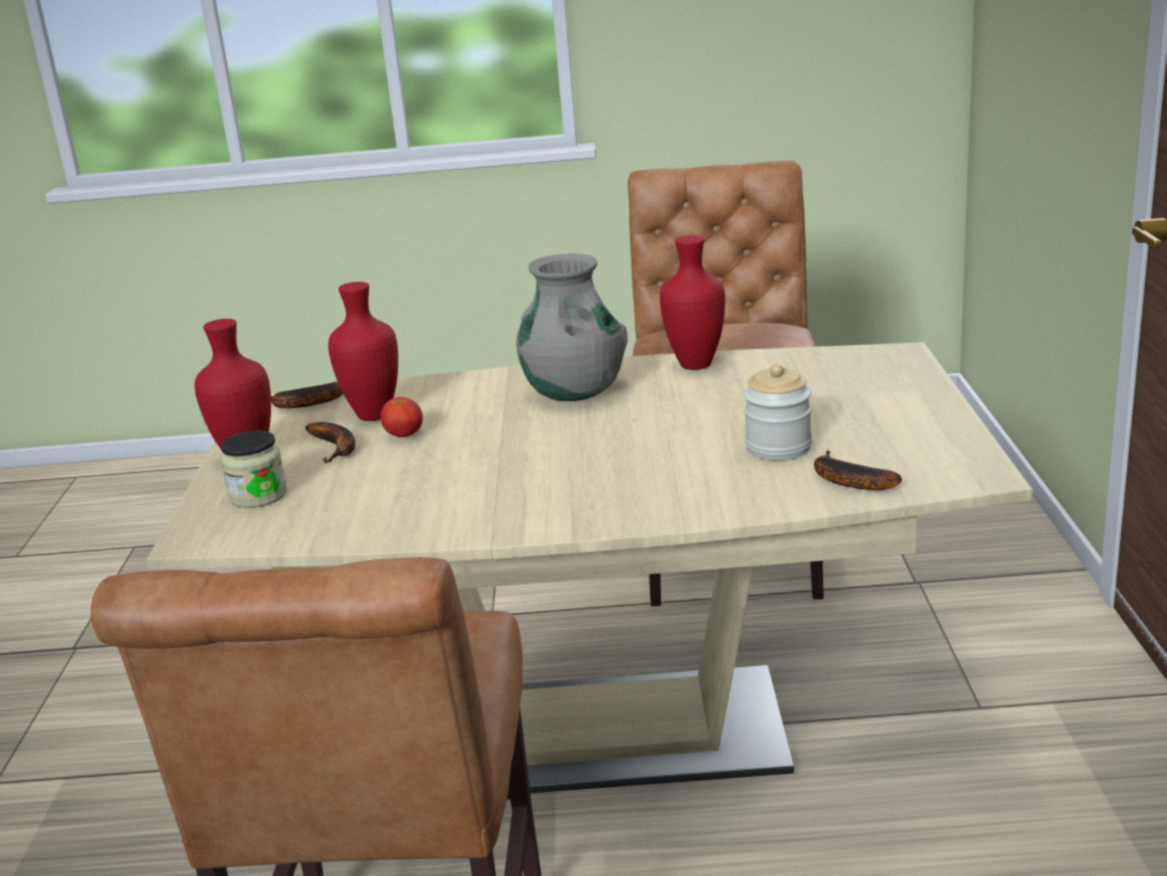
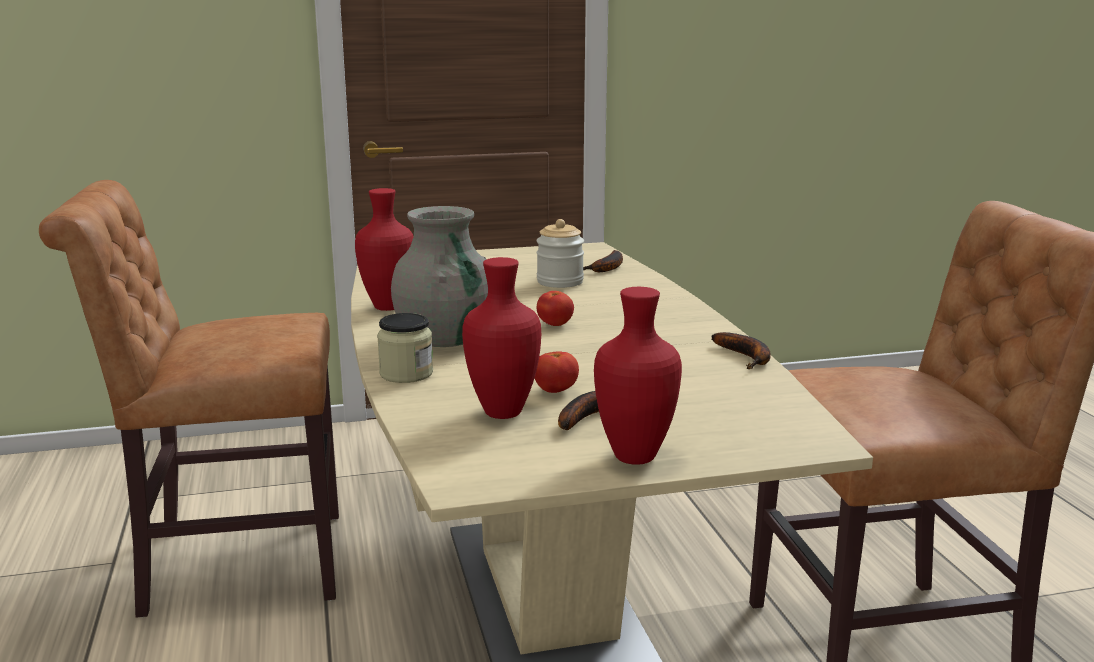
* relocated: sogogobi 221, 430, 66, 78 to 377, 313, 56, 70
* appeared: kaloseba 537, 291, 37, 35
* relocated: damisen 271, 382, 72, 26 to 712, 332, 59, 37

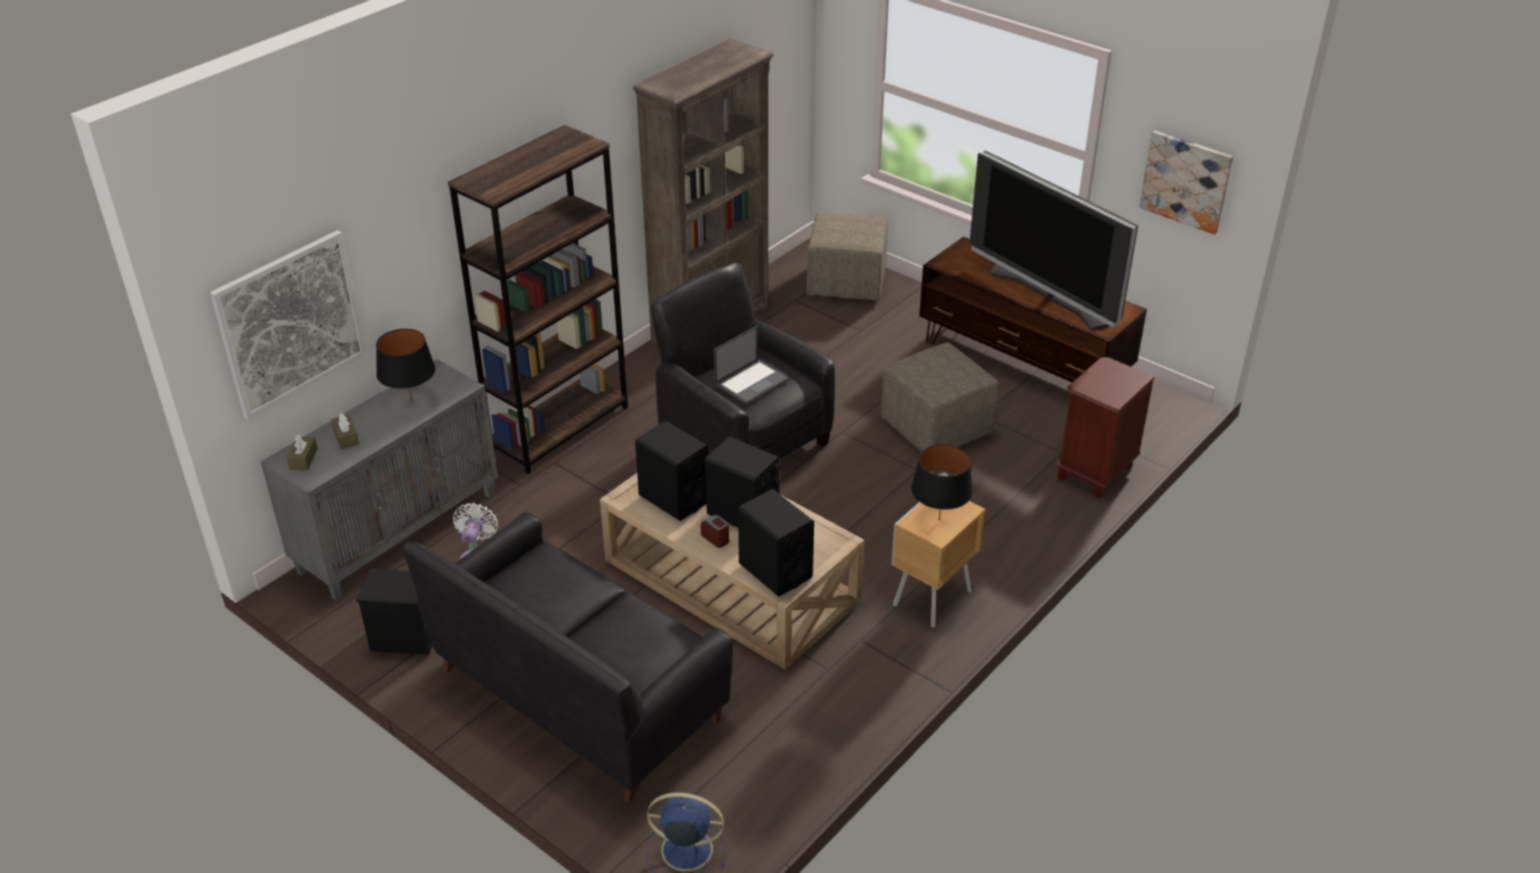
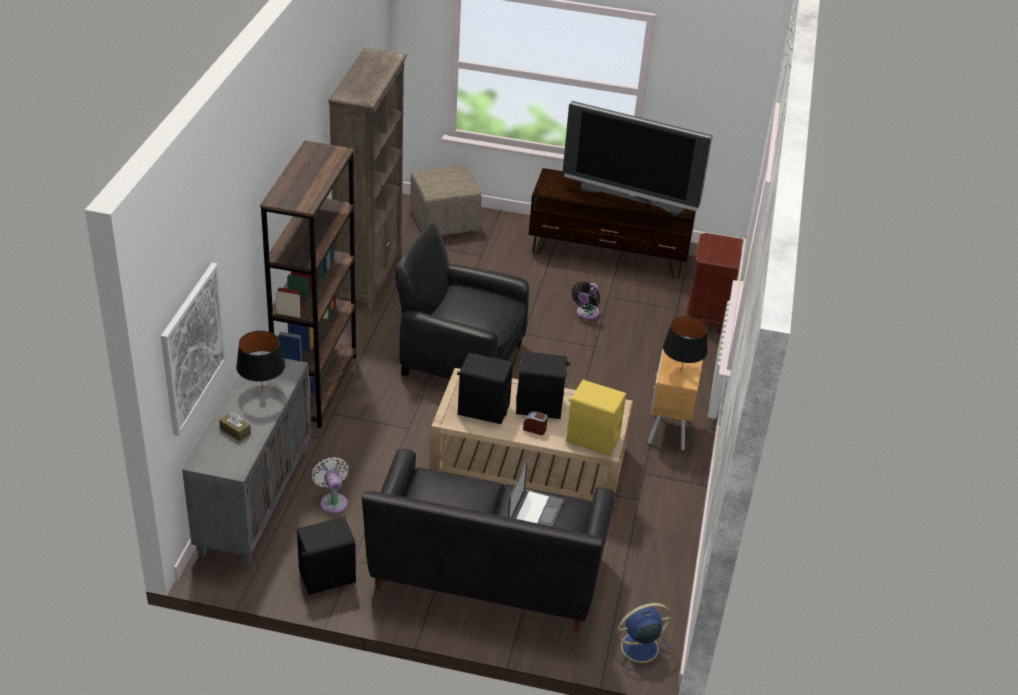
* relocated: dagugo 714, 326, 75, 79 to 508, 461, 56, 65
* colour: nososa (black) 738, 489, 76, 107 to nososa (yellow) 566, 380, 60, 75
* exchanged: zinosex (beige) 881, 342, 117, 110 to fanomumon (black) 572, 282, 28, 37
* missing: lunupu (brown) 287, 435, 31, 35
* missing: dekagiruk 1139, 131, 94, 104

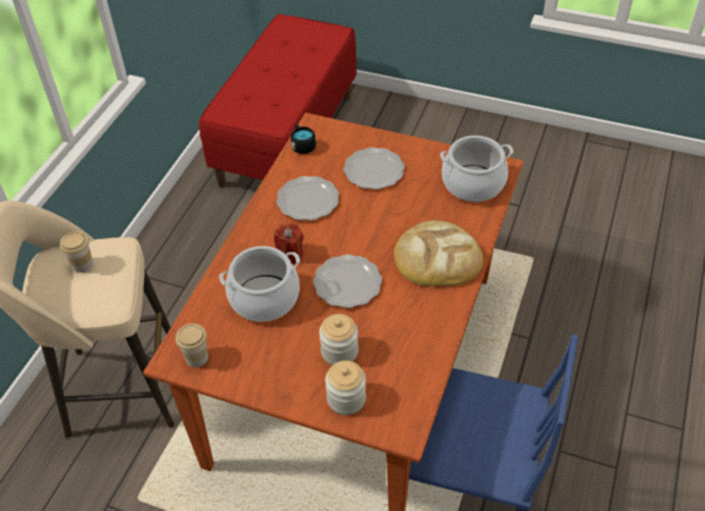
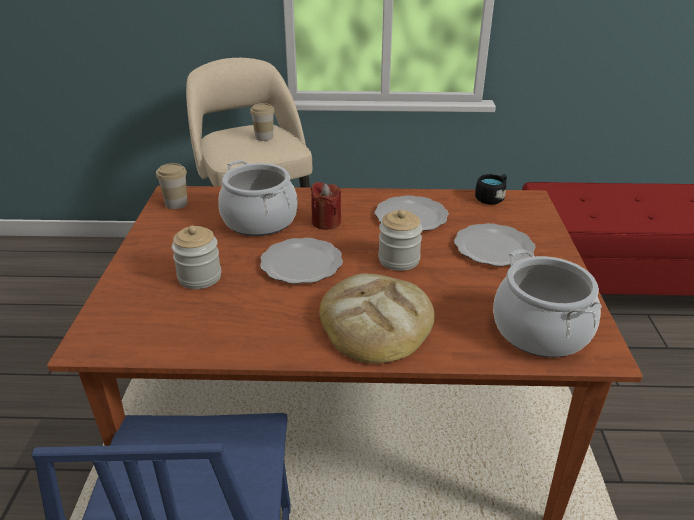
* relocated: sogogobi 325, 360, 41, 55 to 378, 209, 45, 62

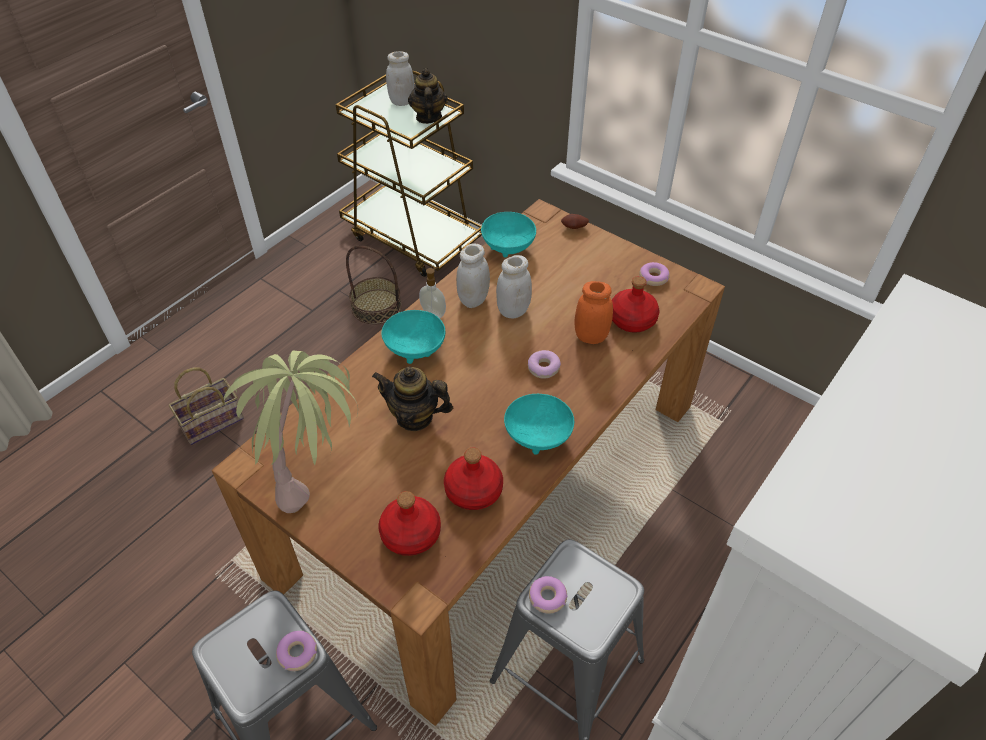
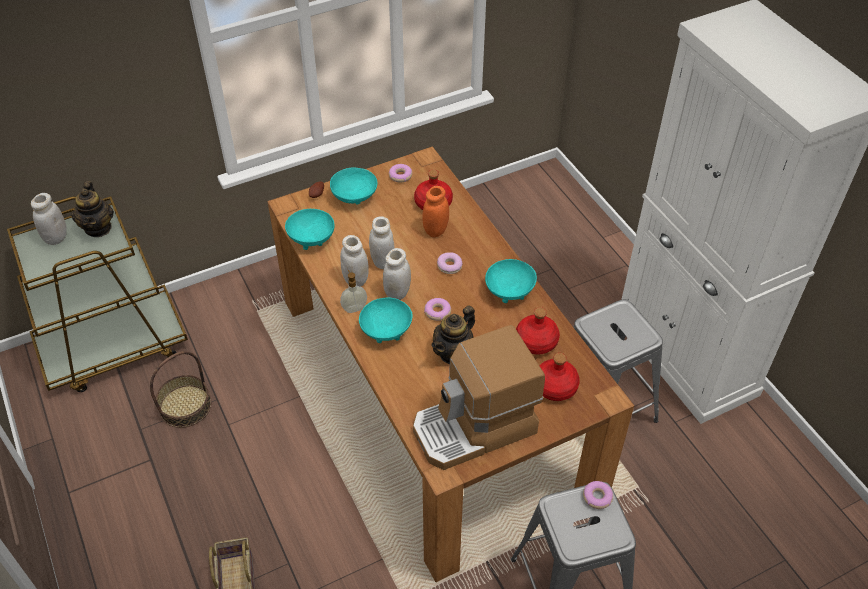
* spun: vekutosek 408, 68, 40, 56 = 72, 181, 42, 56 120 degrees counterclockwise
* appeared: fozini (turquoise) 330, 168, 47, 37
* appeared: sogogobi (white) 383, 248, 28, 52
* exchanged: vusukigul 224, 351, 134, 162 to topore 413, 325, 132, 145
* relocated: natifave 529, 576, 38, 38 to 424, 298, 27, 23

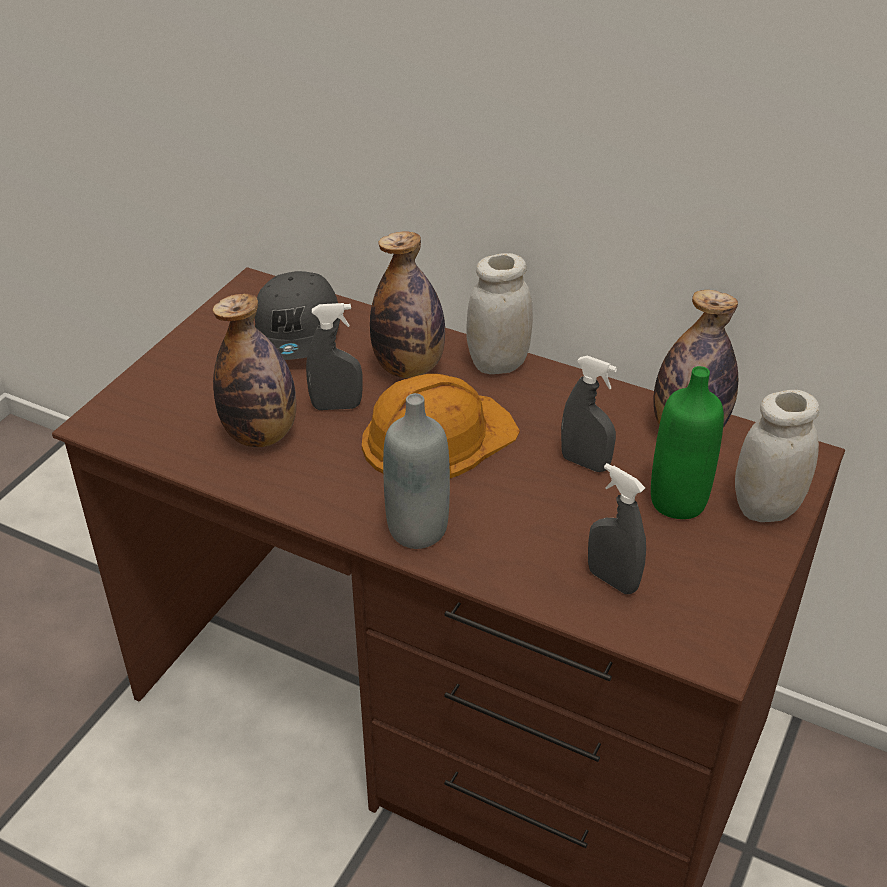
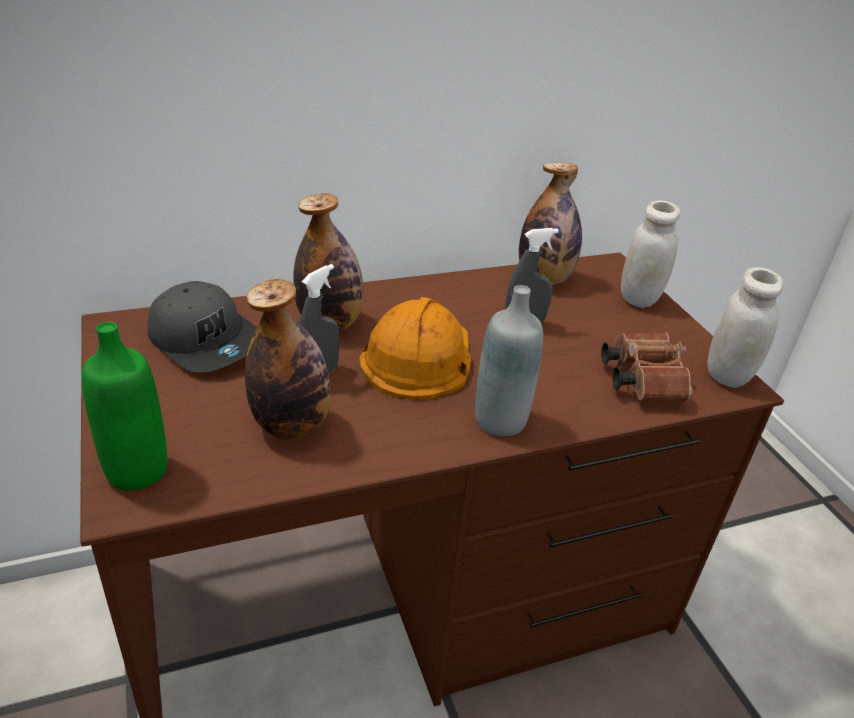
* relocated: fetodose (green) 651, 366, 73, 153 to 81, 322, 86, 169
* exchanged: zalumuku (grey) 588, 463, 58, 131 to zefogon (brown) 601, 333, 92, 69
* relocated: sogogobi (white) 466, 253, 67, 121 to 707, 267, 76, 121

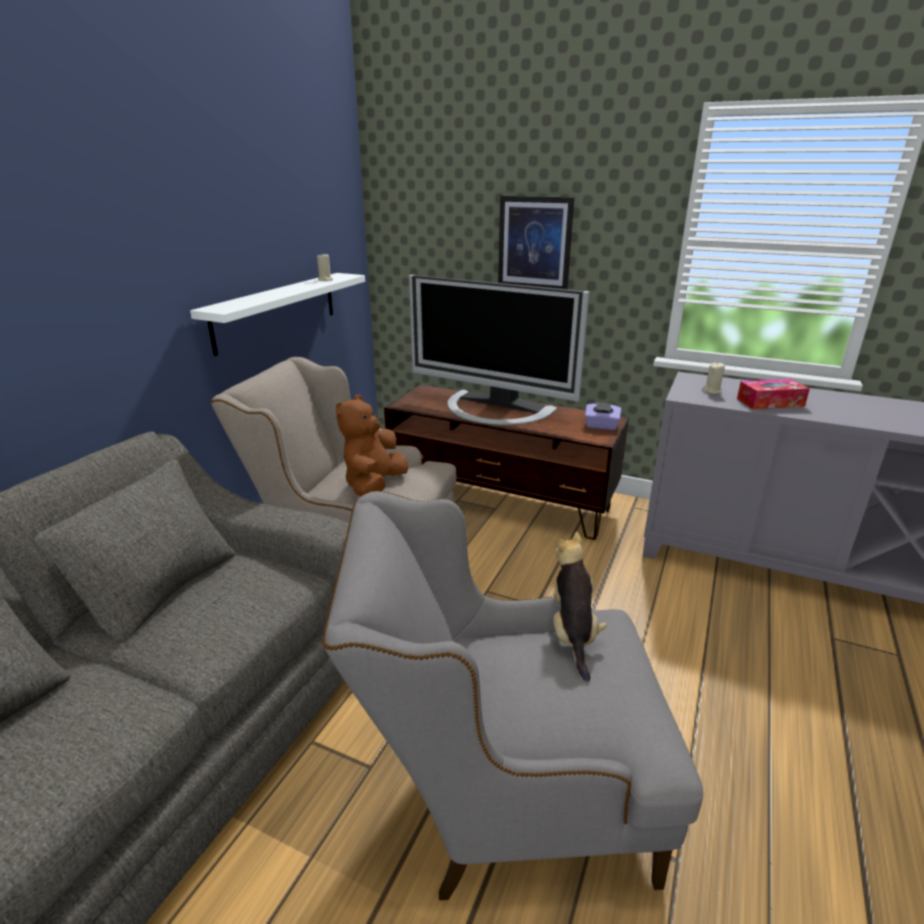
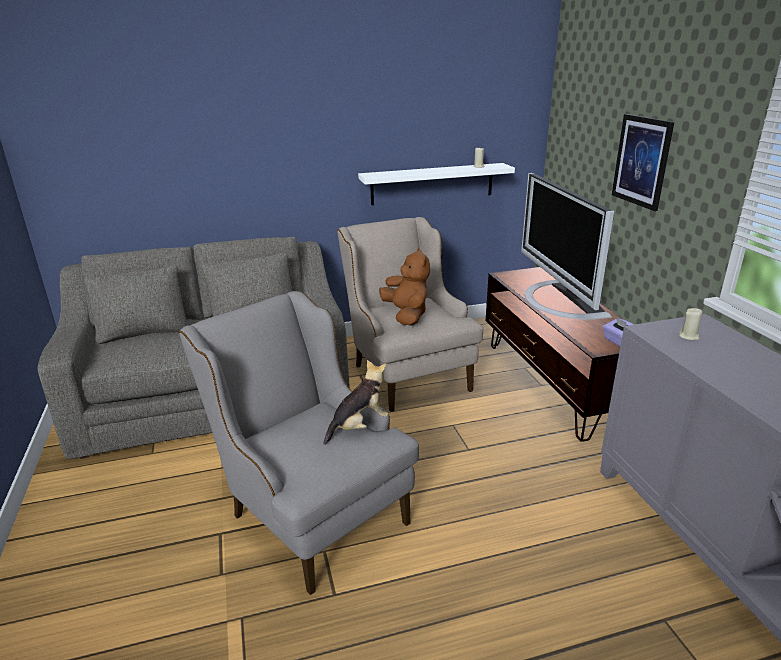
* spun: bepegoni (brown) 336, 395, 72, 102 = 379, 248, 51, 78 90 degrees clockwise
* missing: lunupu 737, 379, 73, 30

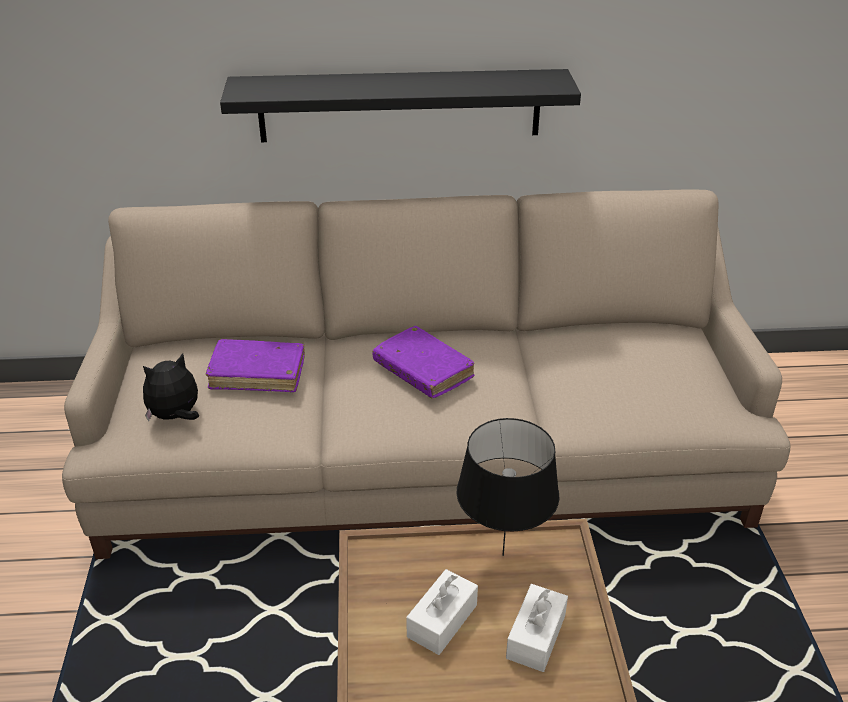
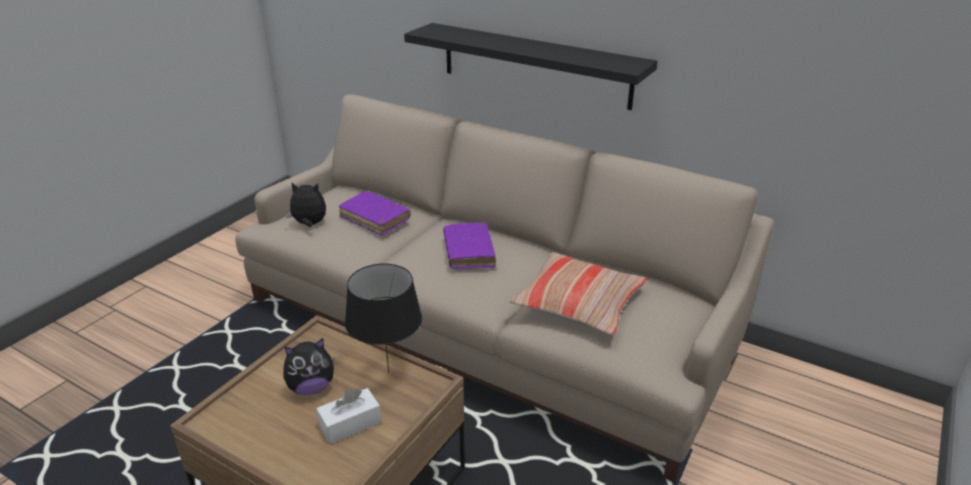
* exchanged: lunupu (white) 406, 569, 72, 86 to bepegoni 283, 338, 52, 57
* appeared: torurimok 510, 252, 137, 83

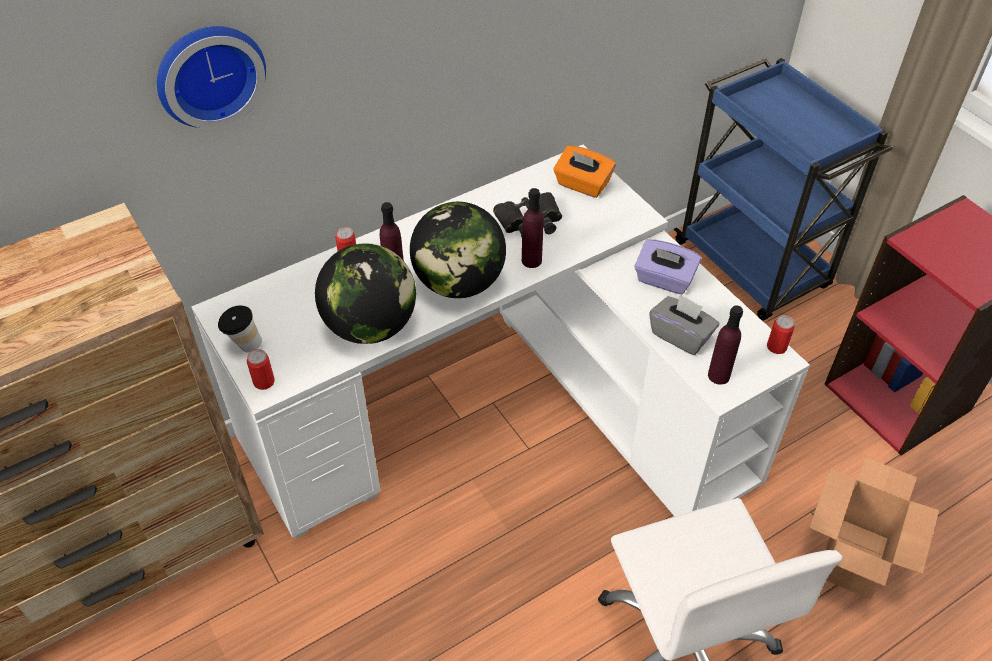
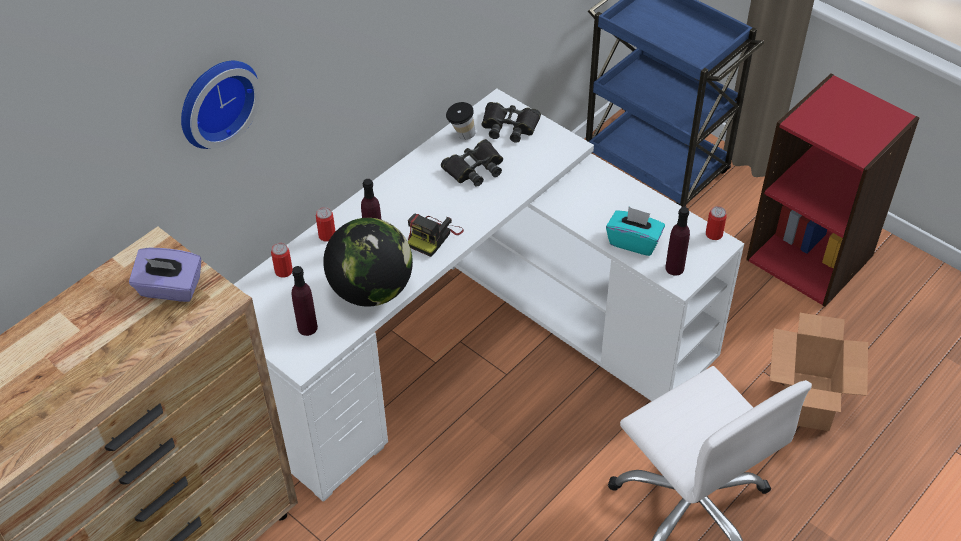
* relocated: lunupu (purple) 634, 239, 67, 56 to 129, 248, 72, 54
* relocated: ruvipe 247, 349, 28, 41 to 271, 243, 22, 35
* relocated: fetodose (purple) 522, 188, 22, 80 to 292, 266, 26, 70
* exchanged: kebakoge 410, 202, 96, 96 to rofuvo 408, 214, 56, 43
* relocated: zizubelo 218, 305, 44, 48 to 446, 102, 30, 38
* exchanged: lunupu (orange) 553, 146, 63, 52 to zefogon (black) 482, 102, 59, 41
* colour: lunupu (grey) 649, 294, 70, 61 to lunupu (turquoise) 606, 207, 59, 49

